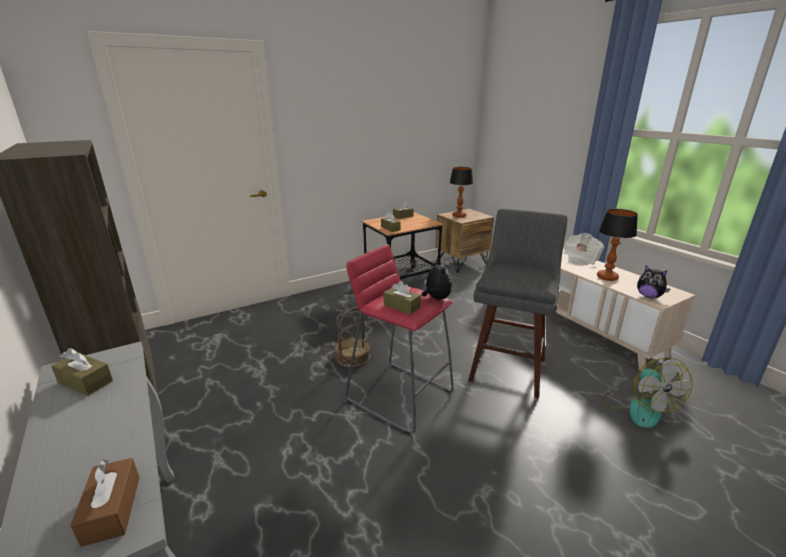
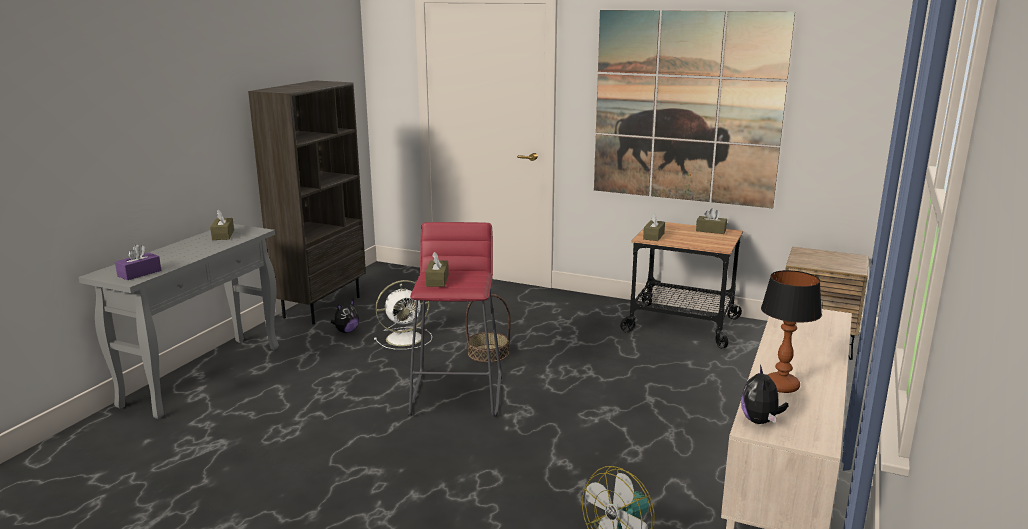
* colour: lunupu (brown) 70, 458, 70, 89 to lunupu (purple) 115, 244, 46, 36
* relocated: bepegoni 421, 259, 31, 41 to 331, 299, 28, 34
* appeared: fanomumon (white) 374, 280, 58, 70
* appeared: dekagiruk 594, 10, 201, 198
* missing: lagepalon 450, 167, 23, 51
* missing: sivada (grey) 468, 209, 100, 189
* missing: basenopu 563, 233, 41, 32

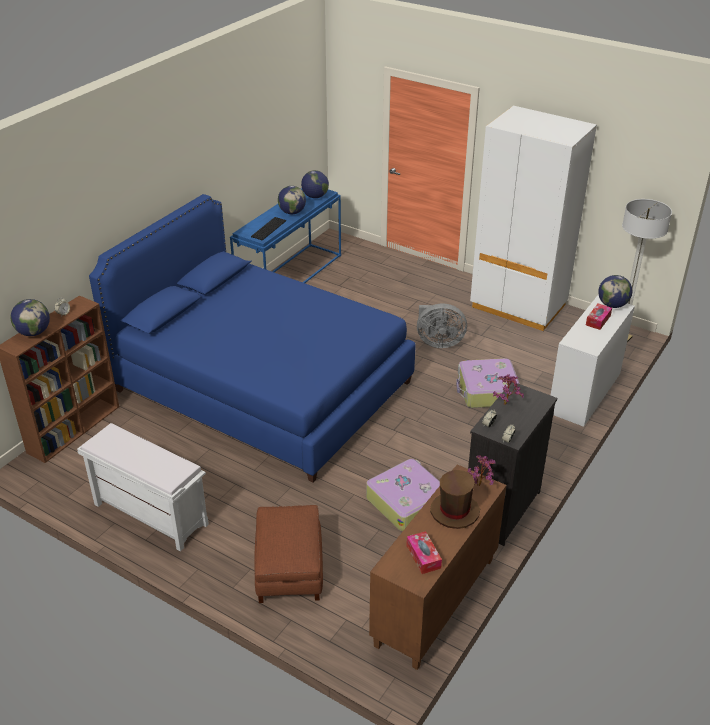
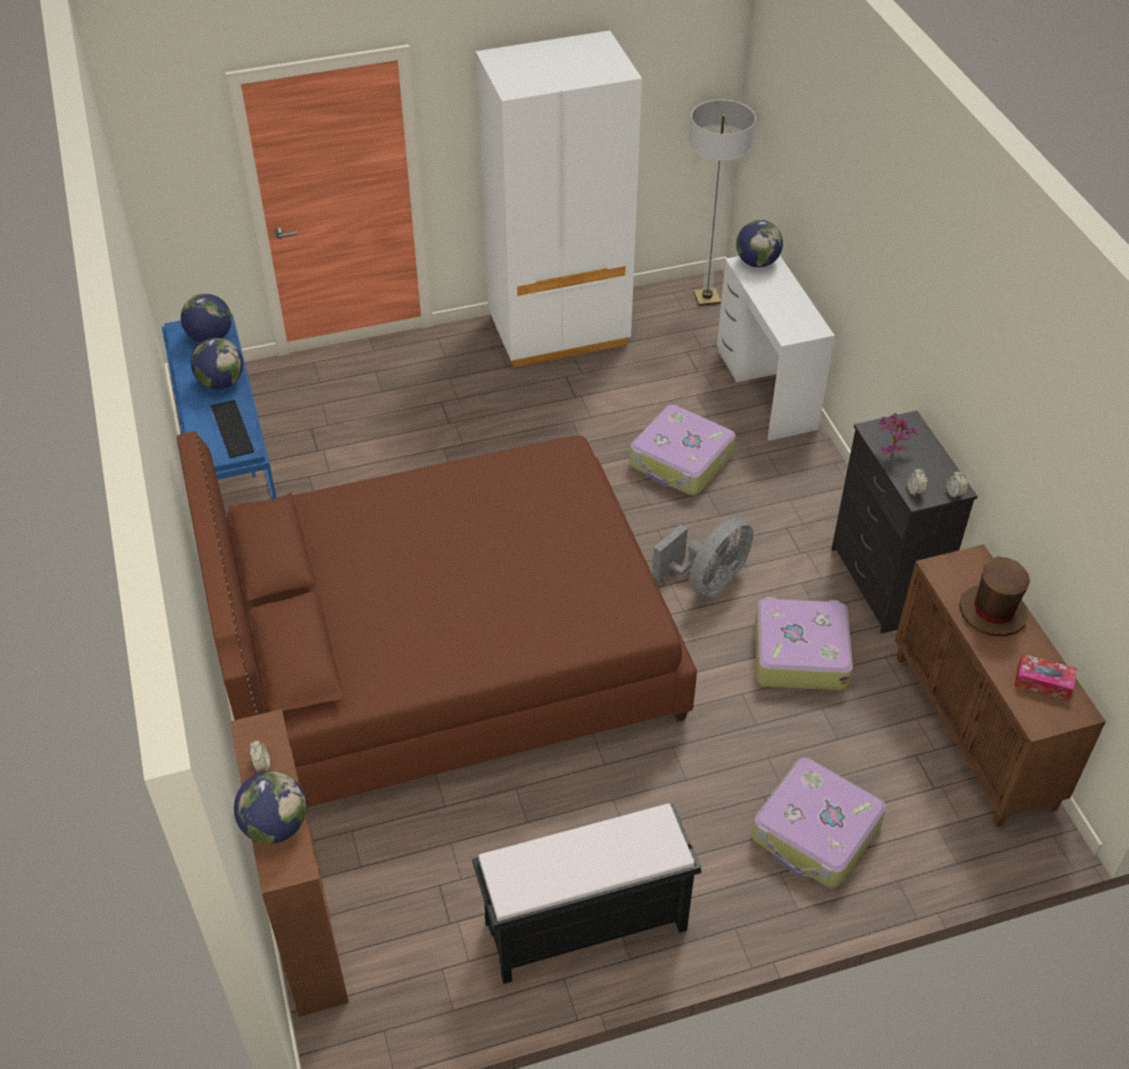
* colour: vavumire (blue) 89, 194, 327, 289 to vavumire (brown) 177, 431, 520, 376
* colour: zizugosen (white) 77, 423, 132, 129 to zizugosen (black) 472, 803, 229, 181
* relocated: fanomumon (grey) 417, 303, 50, 45 to 652, 518, 101, 79
* exchanged: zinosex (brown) 254, 505, 69, 98 to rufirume 752, 757, 134, 132
* missing: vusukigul 468, 456, 28, 30
* missing: lunupu 586, 304, 26, 26

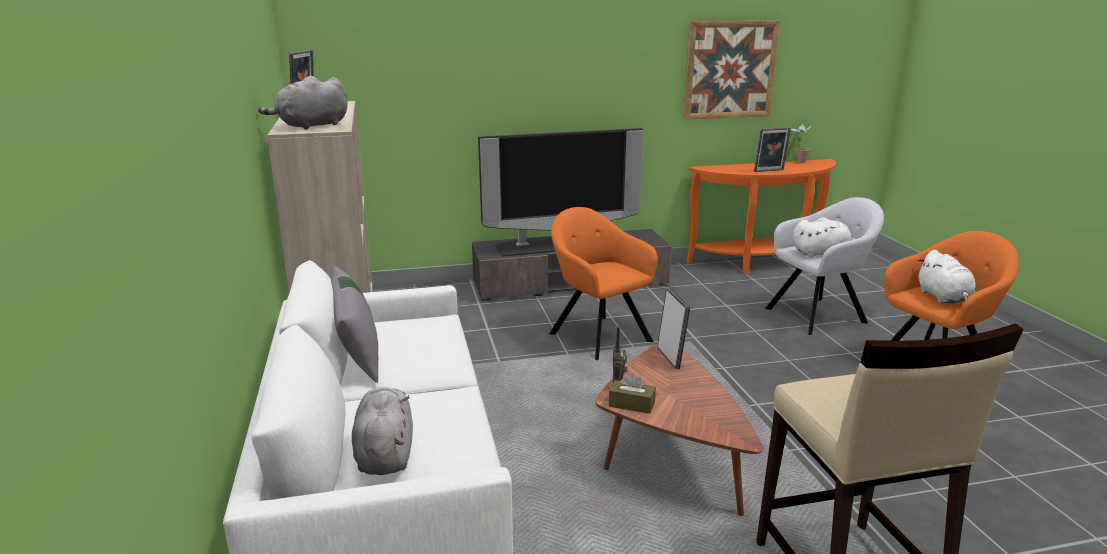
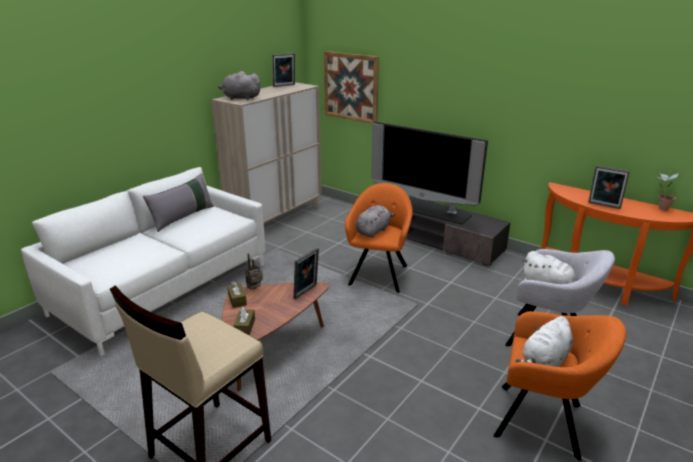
* appeared: lunupu (brown) 233, 307, 22, 29
* relocated: dekagiruk 683, 21, 97, 99 to 324, 51, 55, 73
* relocated: bepegoni (grey) 352, 387, 61, 88 to 356, 205, 39, 33

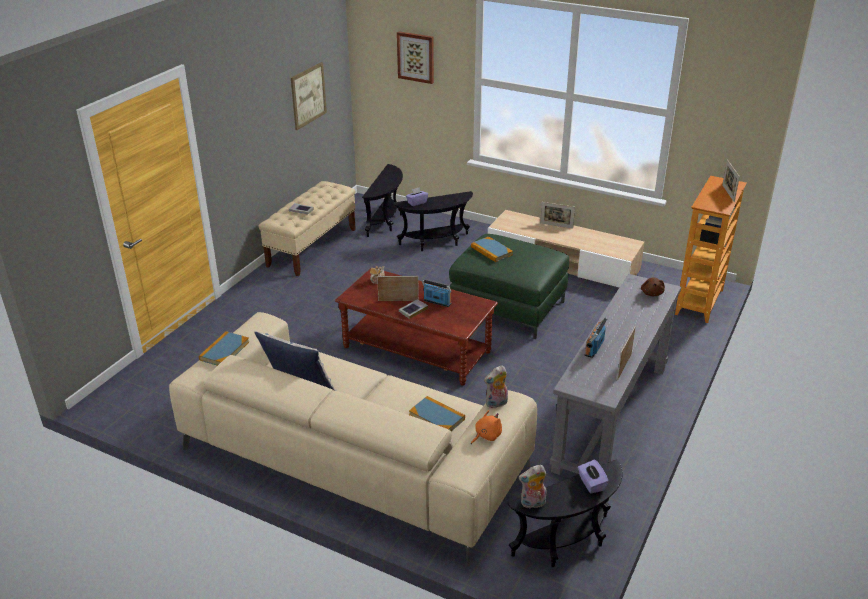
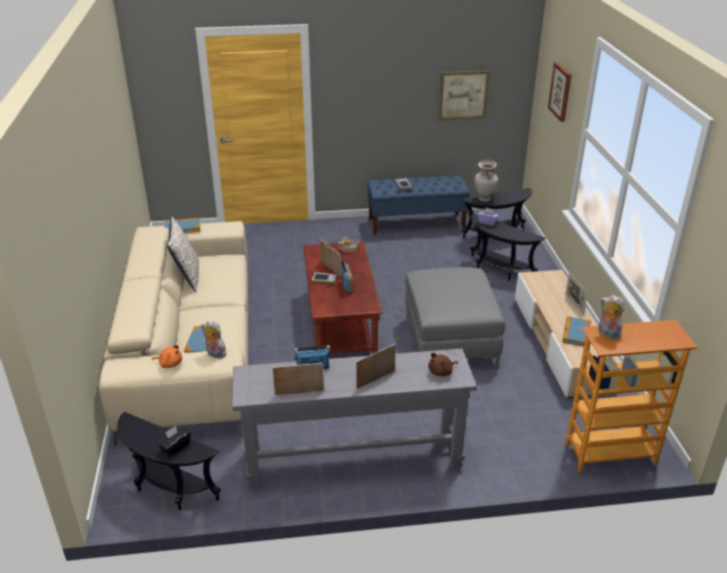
* colour: lunupu (purple) 578, 460, 31, 34 to lunupu (black) 157, 426, 34, 30
* relocated: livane 722, 160, 18, 42 to 356, 344, 40, 45
* colour: zizugosen (beige) 258, 181, 98, 95 to zizugosen (blue) 367, 176, 103, 59
* colour: zinosex (green) 449, 234, 120, 105 to zinosex (grey) 405, 267, 100, 101
* appeared: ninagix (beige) 475, 160, 23, 42
* relocated: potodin 471, 237, 42, 25 to 563, 316, 28, 30
* relocated: bepegoni 518, 465, 29, 44 to 598, 295, 27, 44

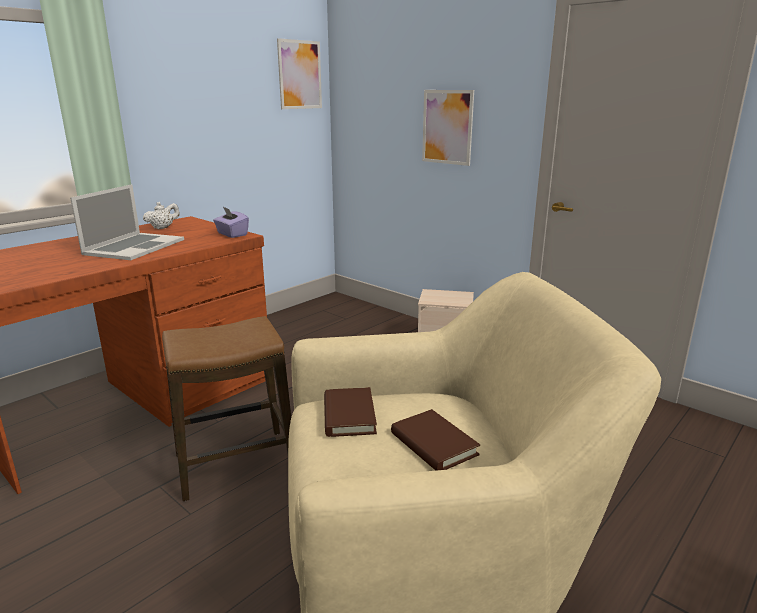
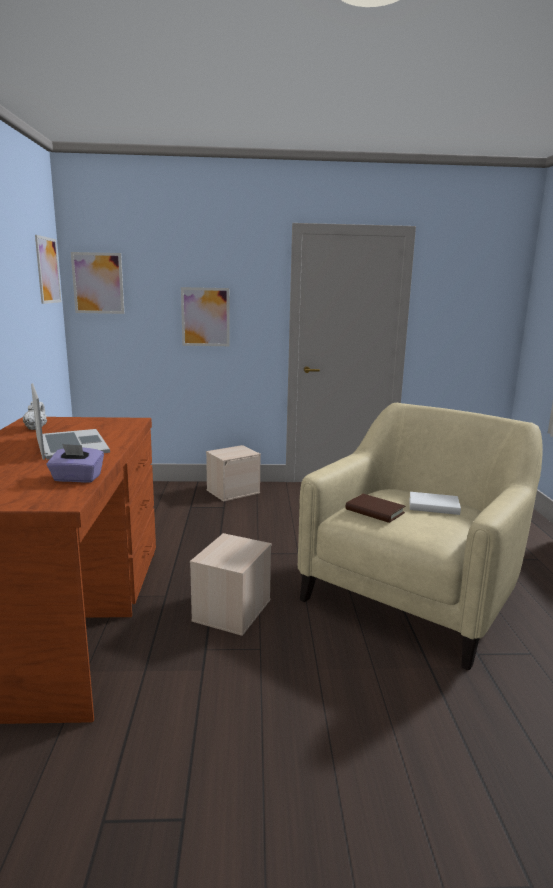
* relocated: lunupu (purple) 213, 207, 36, 31 to 47, 444, 57, 39
* appeared: dekagiruk 71, 252, 54, 62
* exchanged: sivada 162, 316, 129, 185 to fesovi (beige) 190, 533, 81, 103
* colour: potodin (brown) 391, 409, 89, 62 to potodin (white) 409, 492, 52, 23

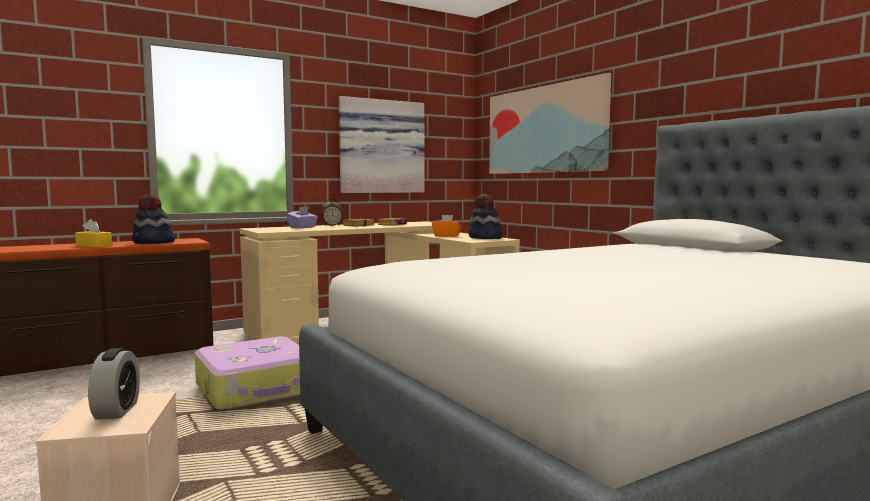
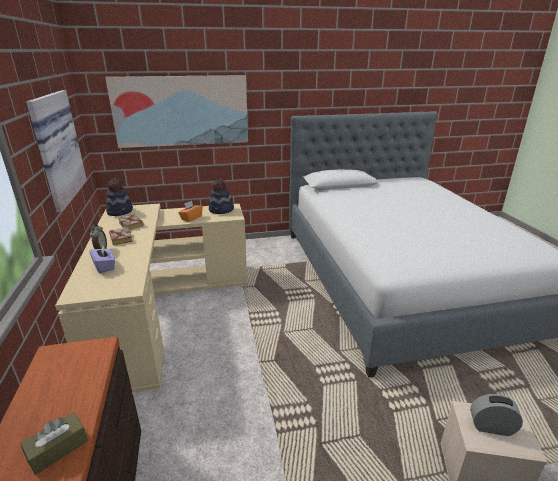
* colour: lunupu (yellow) 75, 219, 37, 28 to lunupu (brown) 20, 412, 68, 63
* relocated: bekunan 132, 194, 43, 50 to 106, 178, 27, 38
* missing: rufirume 195, 336, 105, 74

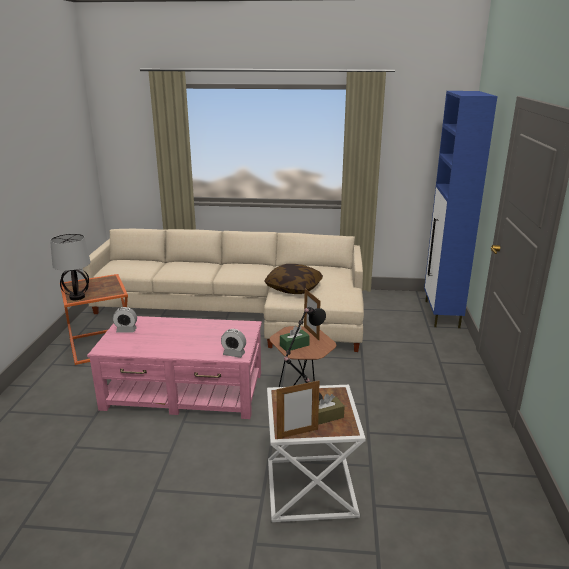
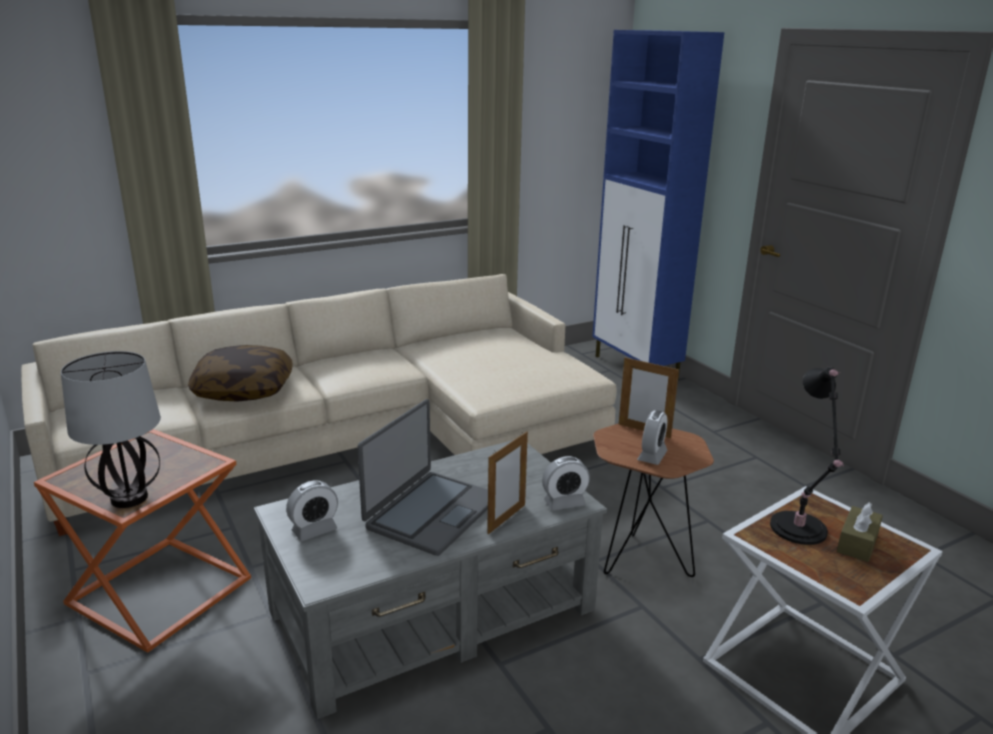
* relocated: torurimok 264, 264, 59, 30 to 188, 345, 105, 57
* colour: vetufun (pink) 87, 316, 175, 103 to vetufun (grey) 254, 440, 353, 279
* appeared: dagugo 357, 399, 131, 157
* relocated: livane 277, 380, 43, 59 to 487, 432, 41, 102
* exchanged: lunupu (green) 280, 326, 30, 25 to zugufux 637, 411, 30, 54

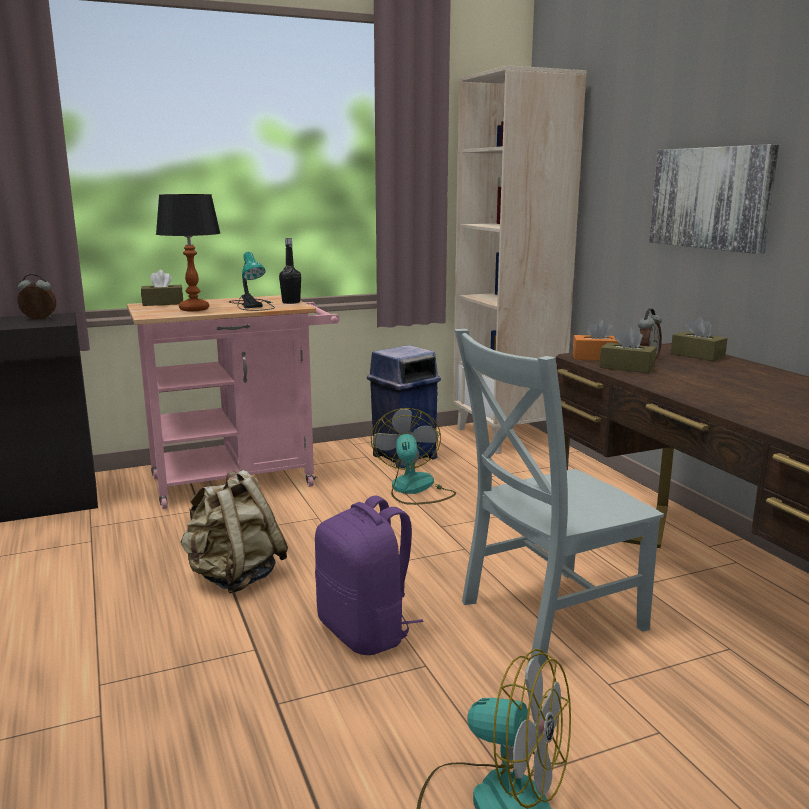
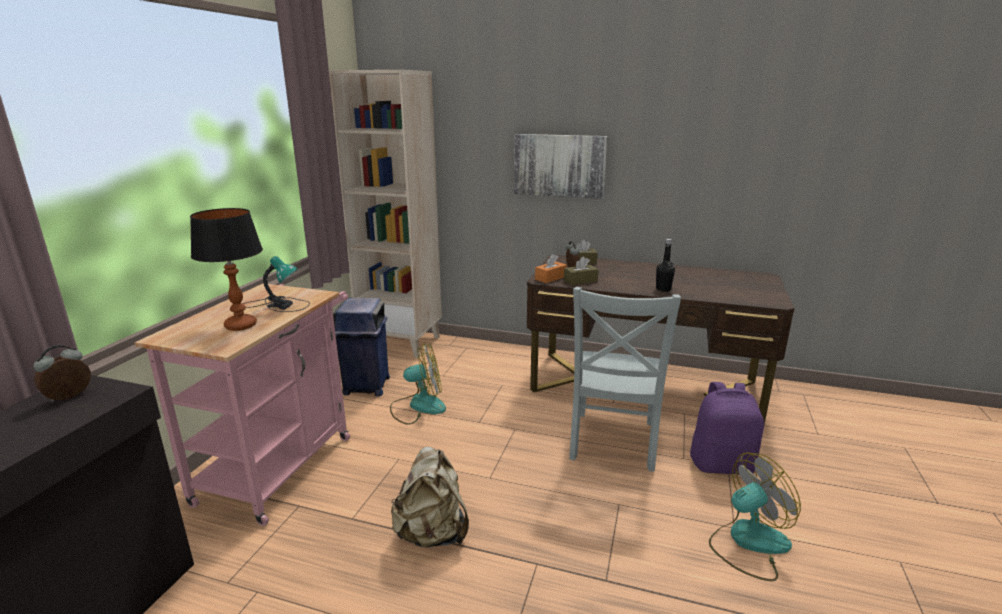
* spun: fanomumon 371, 408, 85, 97 = 390, 343, 56, 82 135 degrees clockwise
* relocated: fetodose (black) 279, 238, 22, 66 to 656, 239, 19, 53
* relocated: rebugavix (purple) 315, 495, 108, 160 to 690, 382, 74, 93
* missing: lunupu (brown) 141, 270, 42, 36

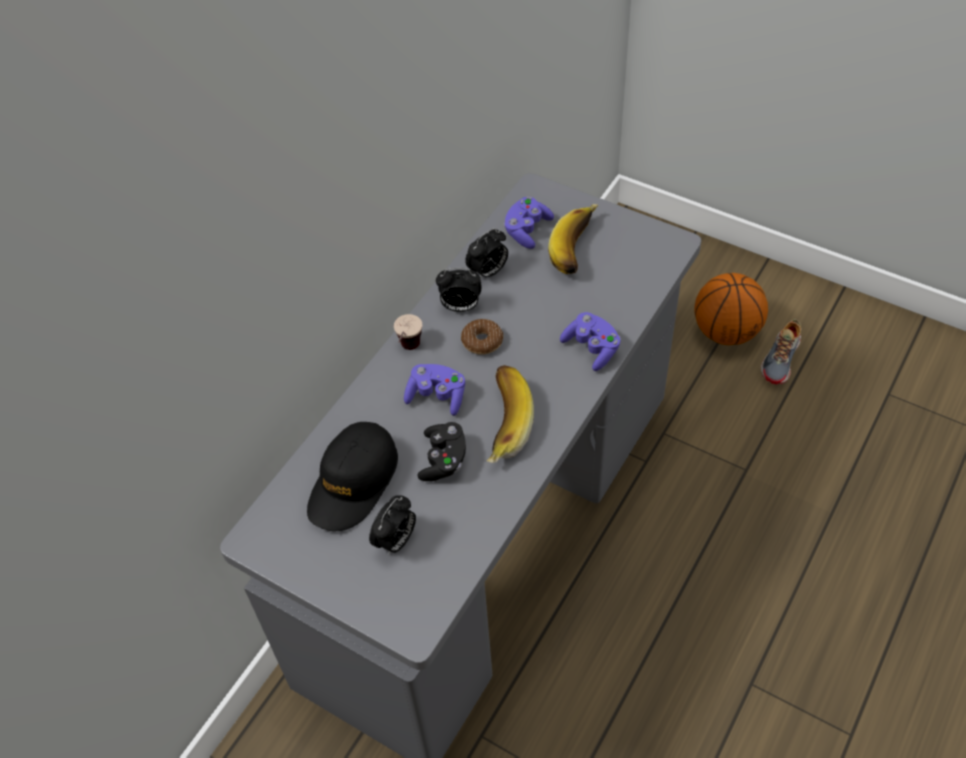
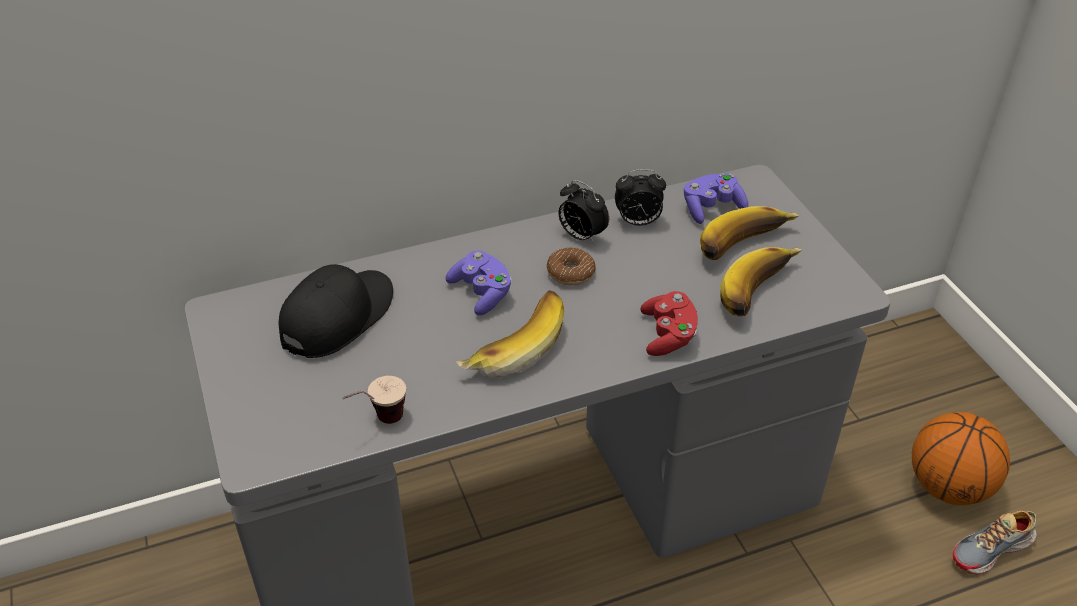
* spun: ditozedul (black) 307, 422, 91, 109 = 279, 264, 114, 94 150 degrees clockwise
* relocated: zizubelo 394, 314, 28, 36 to 342, 376, 64, 48
* colour: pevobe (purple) 560, 312, 61, 59 to pevobe (red) 641, 291, 57, 65
* appeared: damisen 720, 247, 82, 70
* missing: zugufux 369, 495, 47, 59
* missing: pevobe (black) 417, 422, 49, 59

